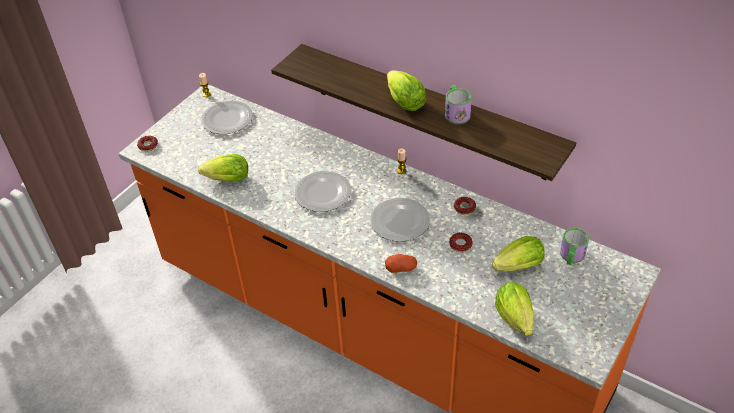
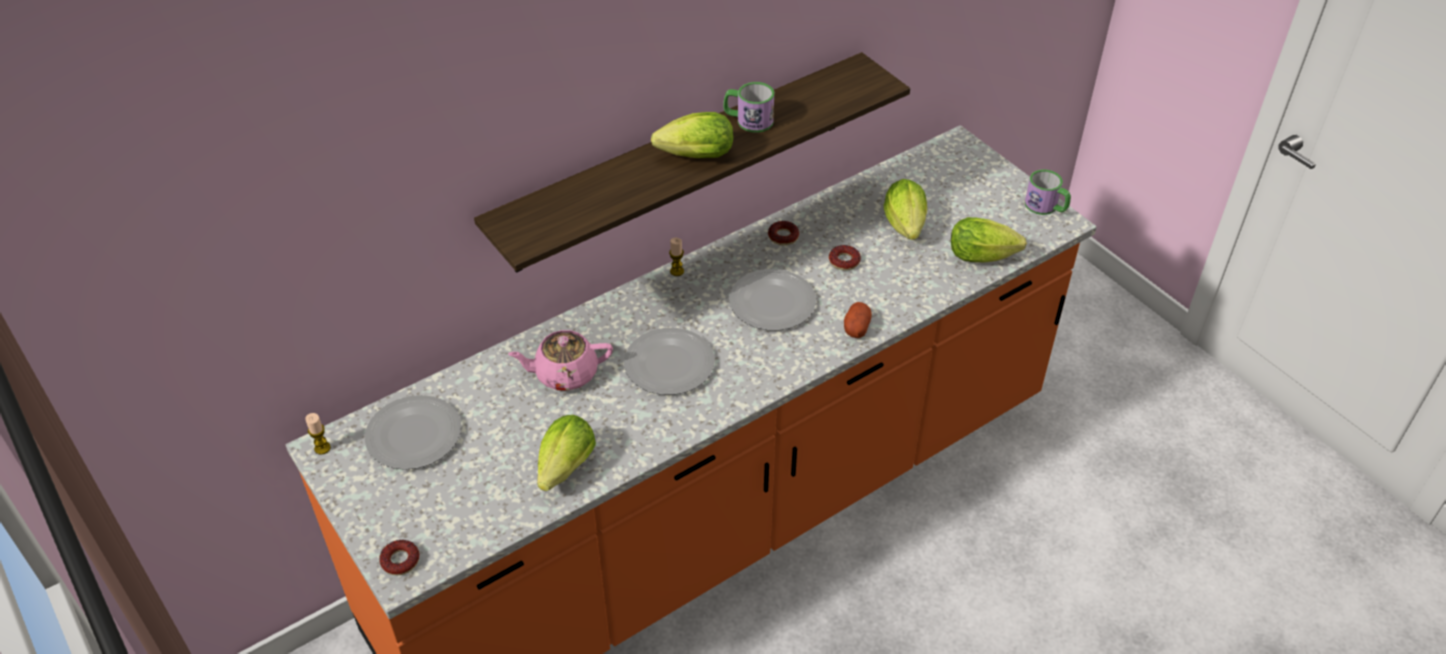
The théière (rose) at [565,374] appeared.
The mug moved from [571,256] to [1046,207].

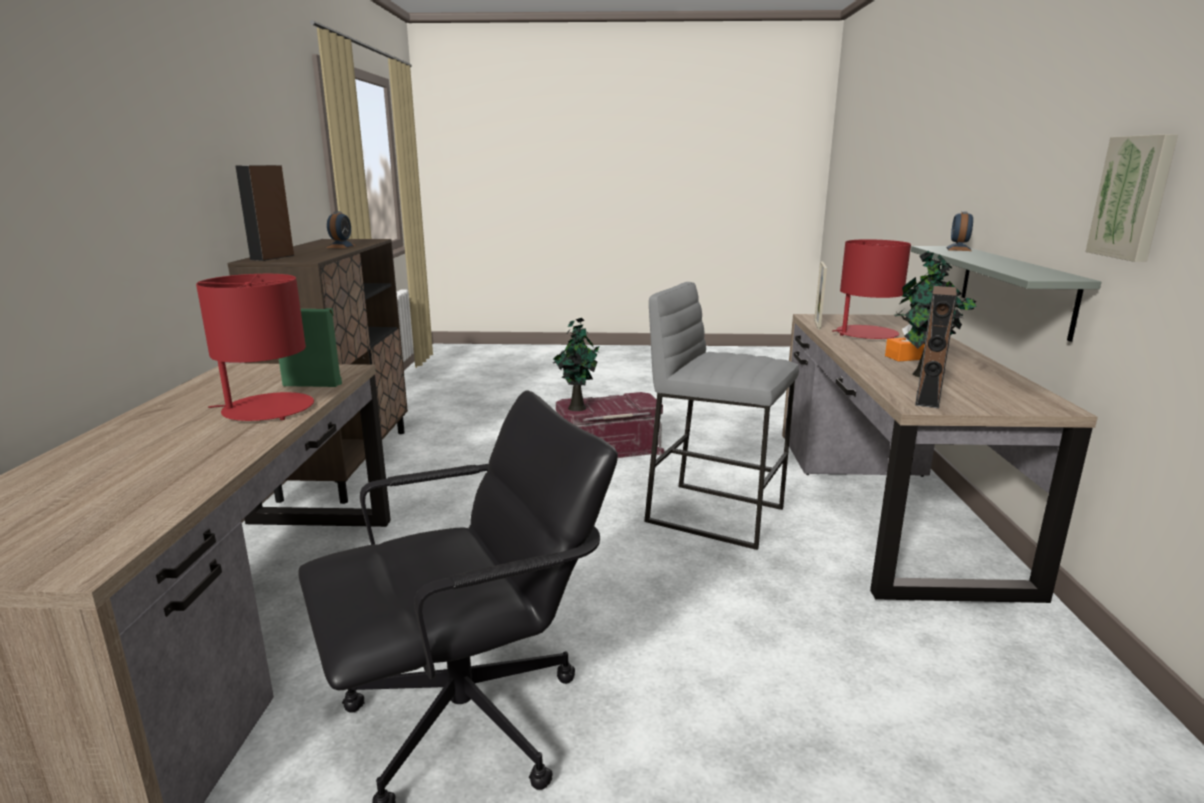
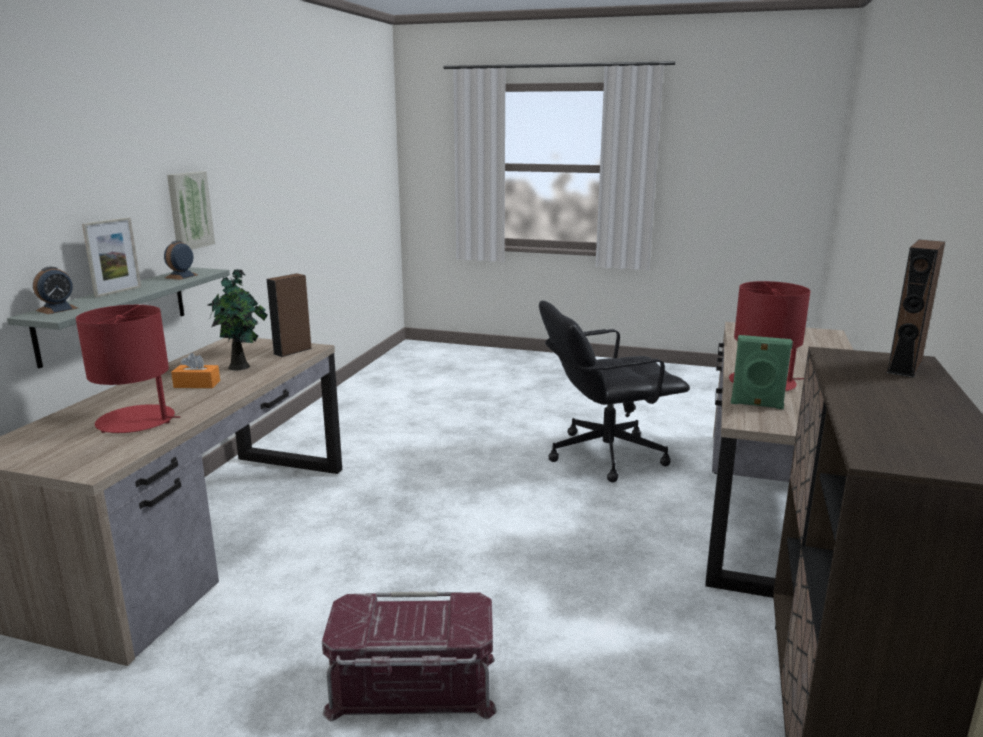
The plante en pot at [577,407] disappeared.
The tabouret (gris) at [715,514] disappeared.
The réveil moved from [341,246] to [181,276].
The cadre photo moved from [817,324] to [118,292].

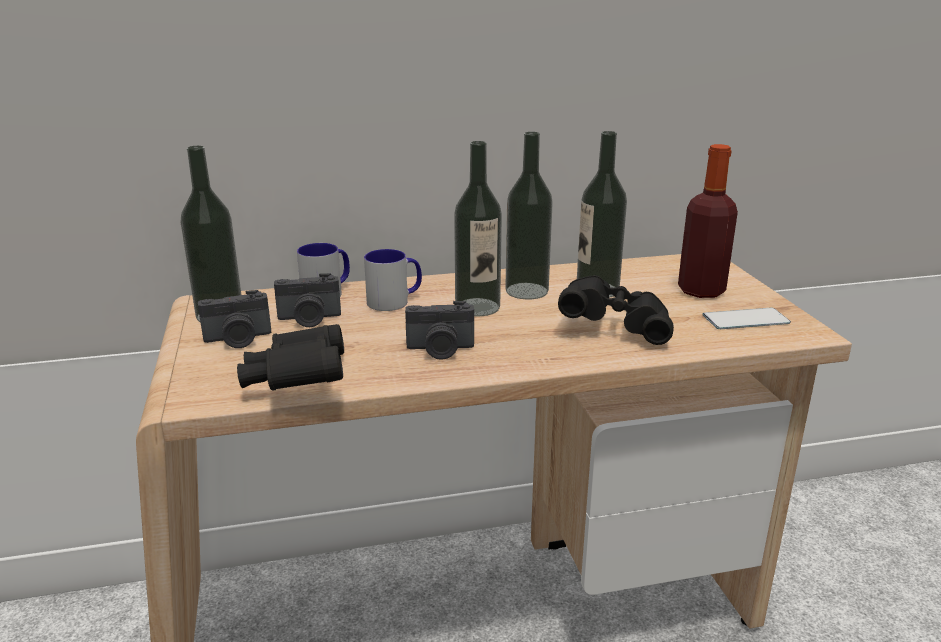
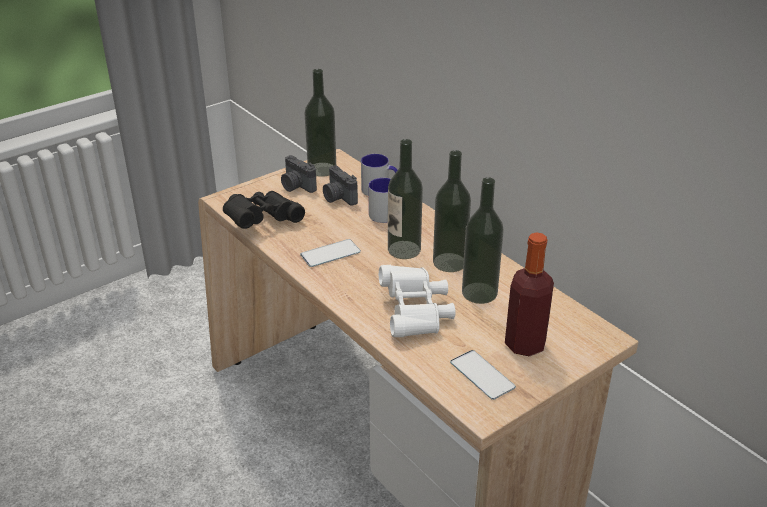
The appareil photo at [440,350] was replaced by the téléphone at [330,253].
The jumelles (noir) at [615,328] became the jumelles (blanc) at [415,314].

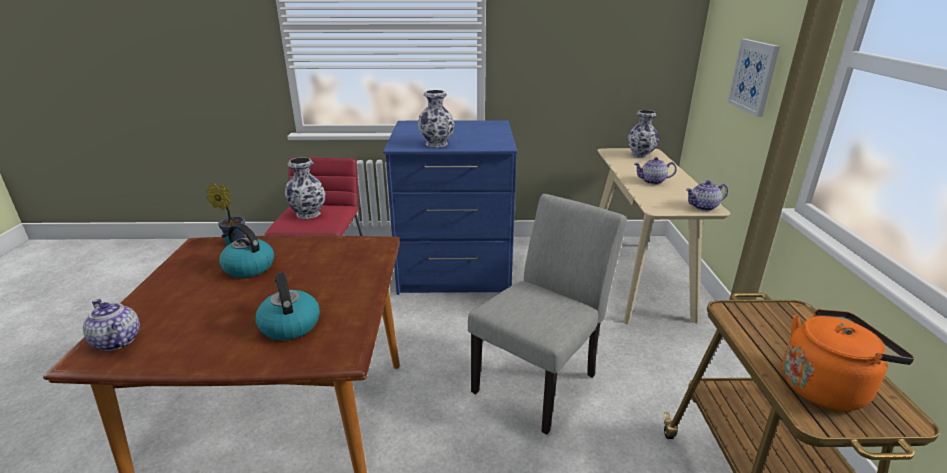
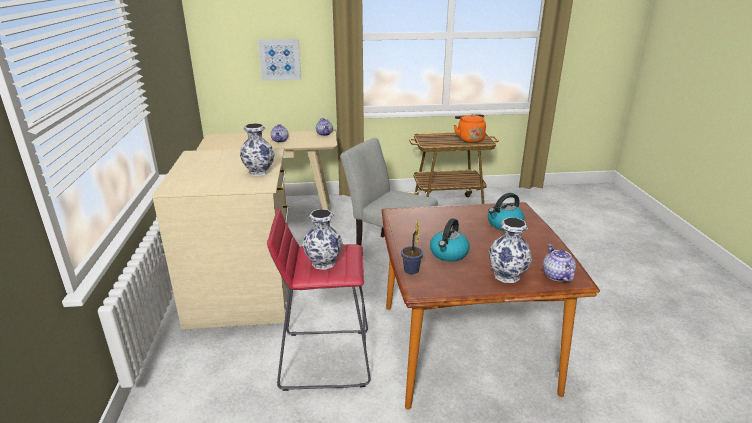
The vase moved from [640,155] to [507,275].
The commode (bleu) at [454,269] became the commode (beige) at [244,293].
The théière at [116,341] turned 135 degrees clockwise.

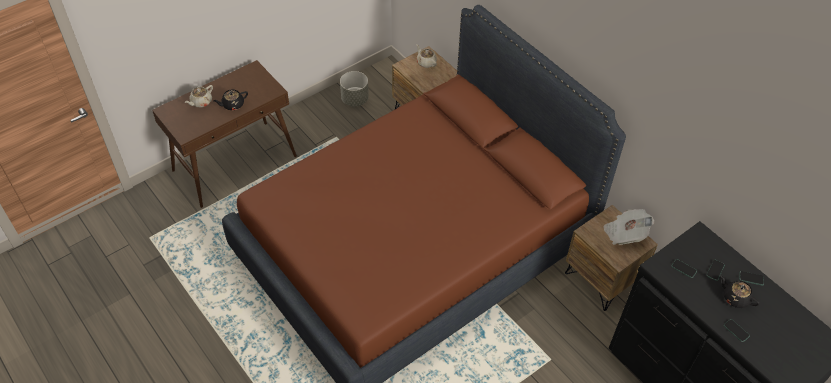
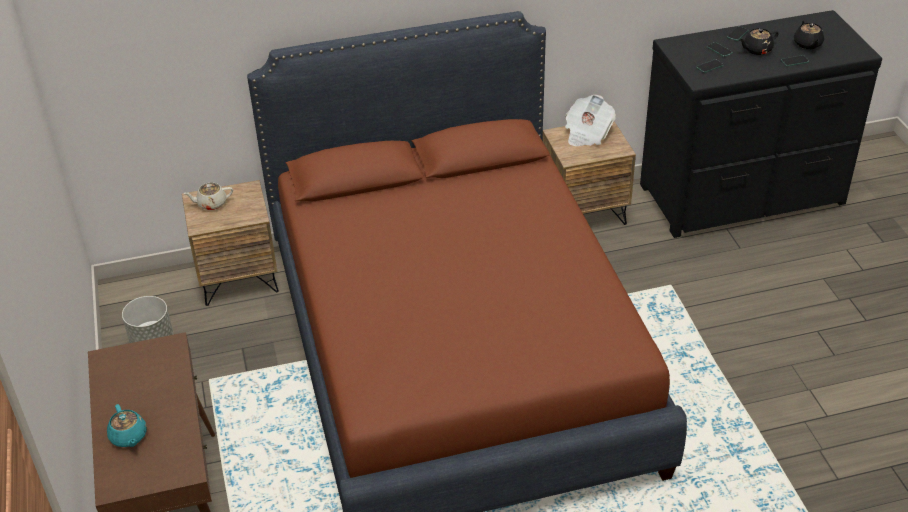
The théière (noir) moved from [232,105] to [807,44].
The théière (beige) at [201,102] became the théière (turquoise) at [129,437].

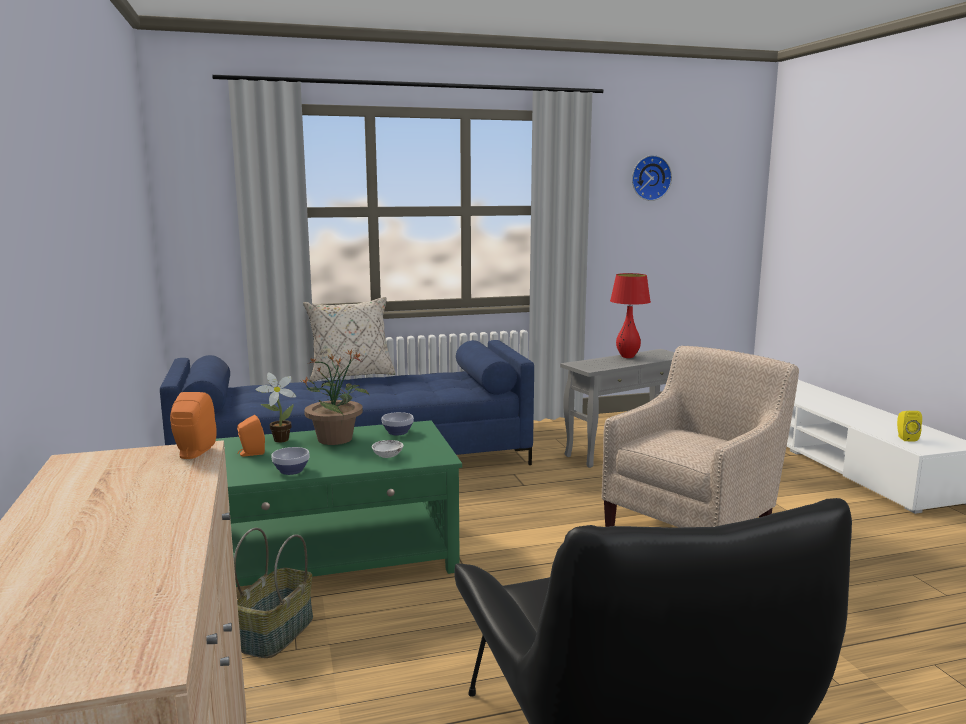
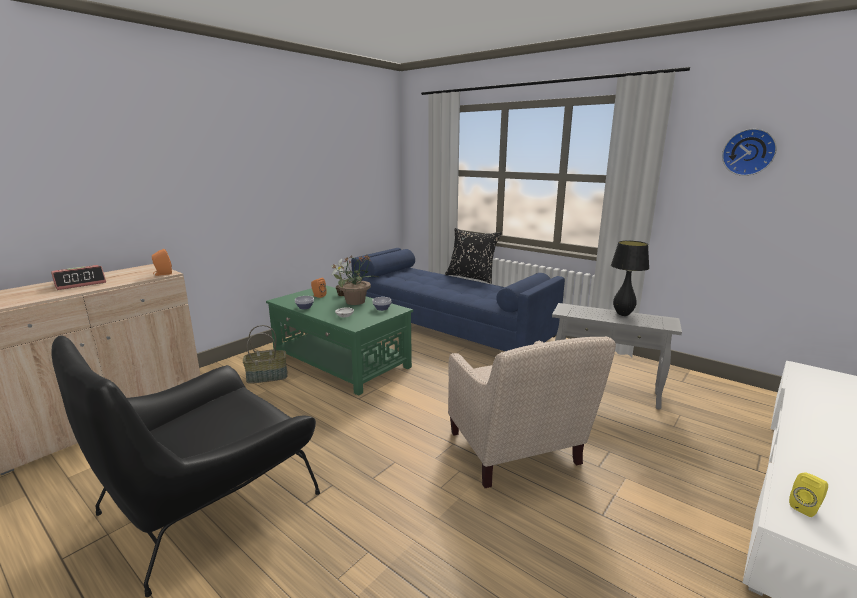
The réveil at [80,283] appeared.
The coussin (beige) at [351,375] became the coussin (noir) at [471,277].
The lampe de table (rouge) at [627,357] became the lampe de table (noir) at [623,314].
The fauteuil (beige) at [693,526] turned 60 degrees clockwise.

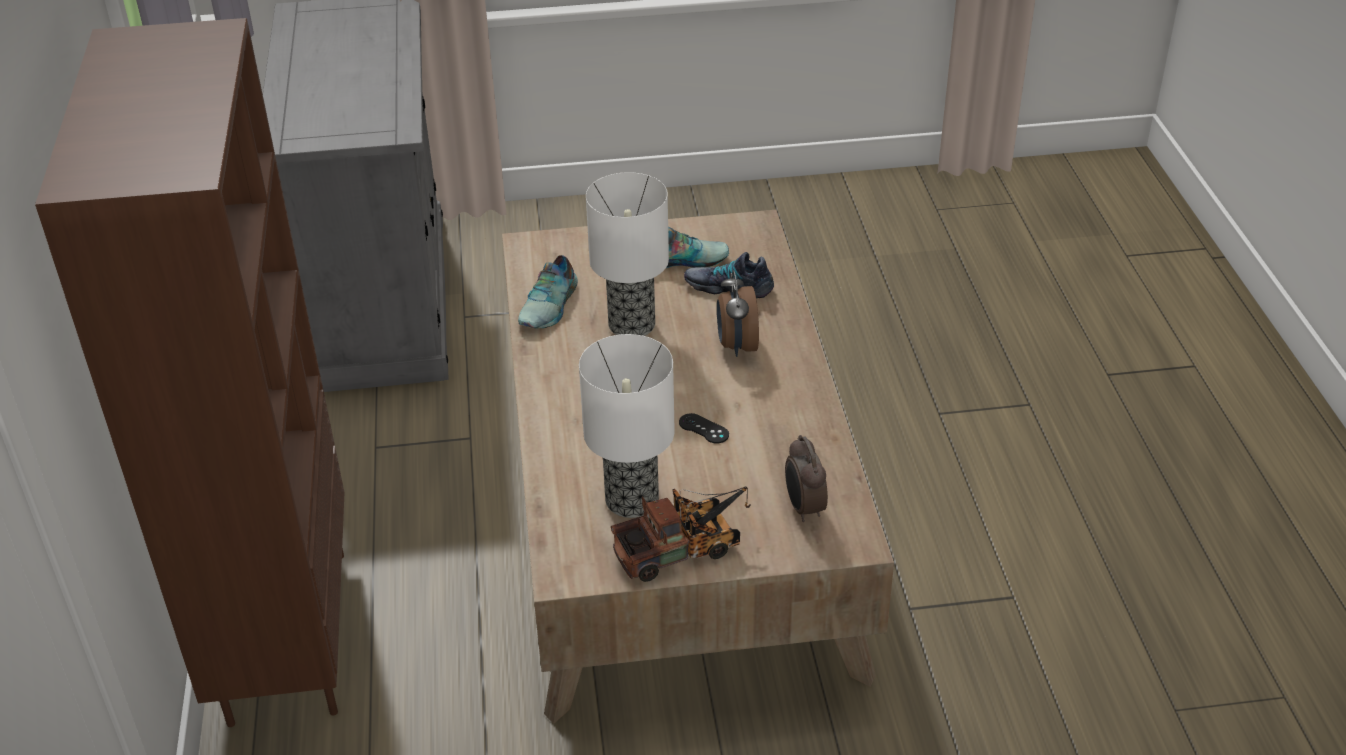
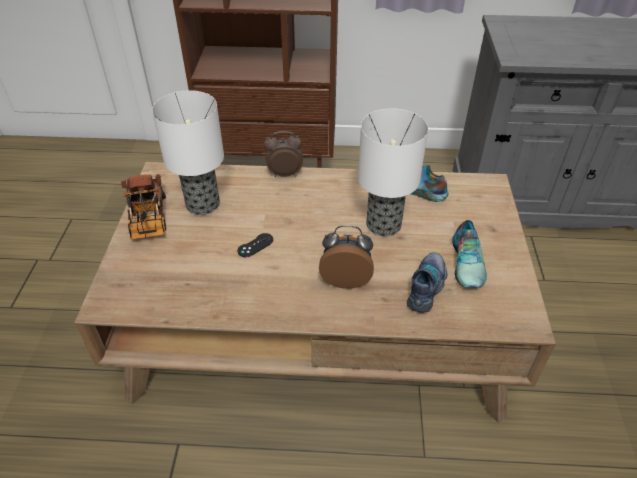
The réveil moved from [803,508] to [284,173].

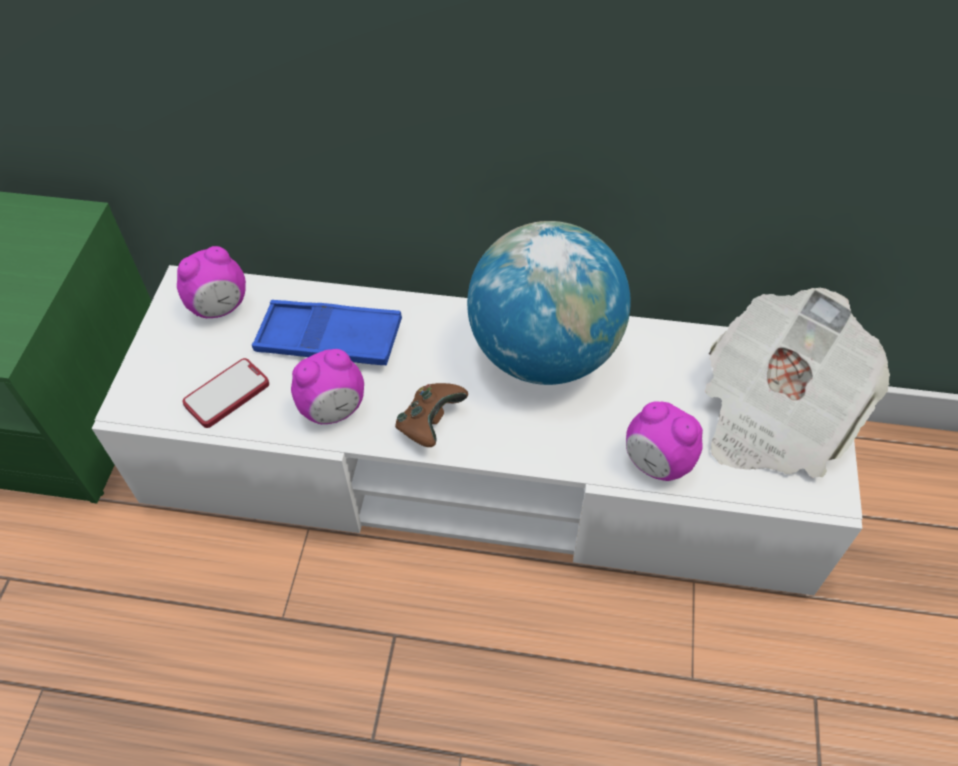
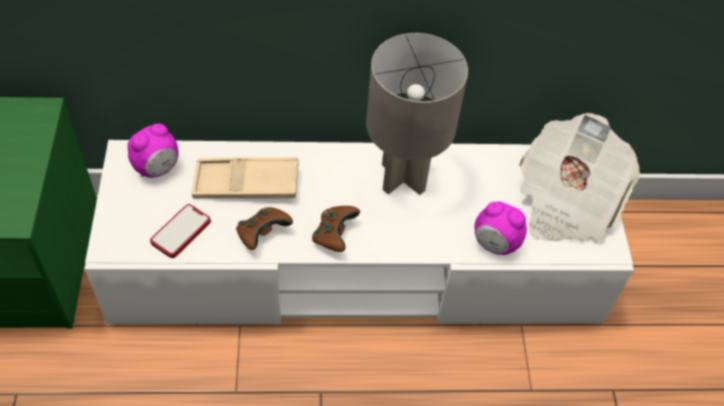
The réveil at [333,410] was replaced by the manette (marron) at [262,234].
The globe at [543,353] was replaced by the lampe de table (gris) at [403,177].
The plateau (bleu) at [329,340] became the plateau (beige) at [246,183].

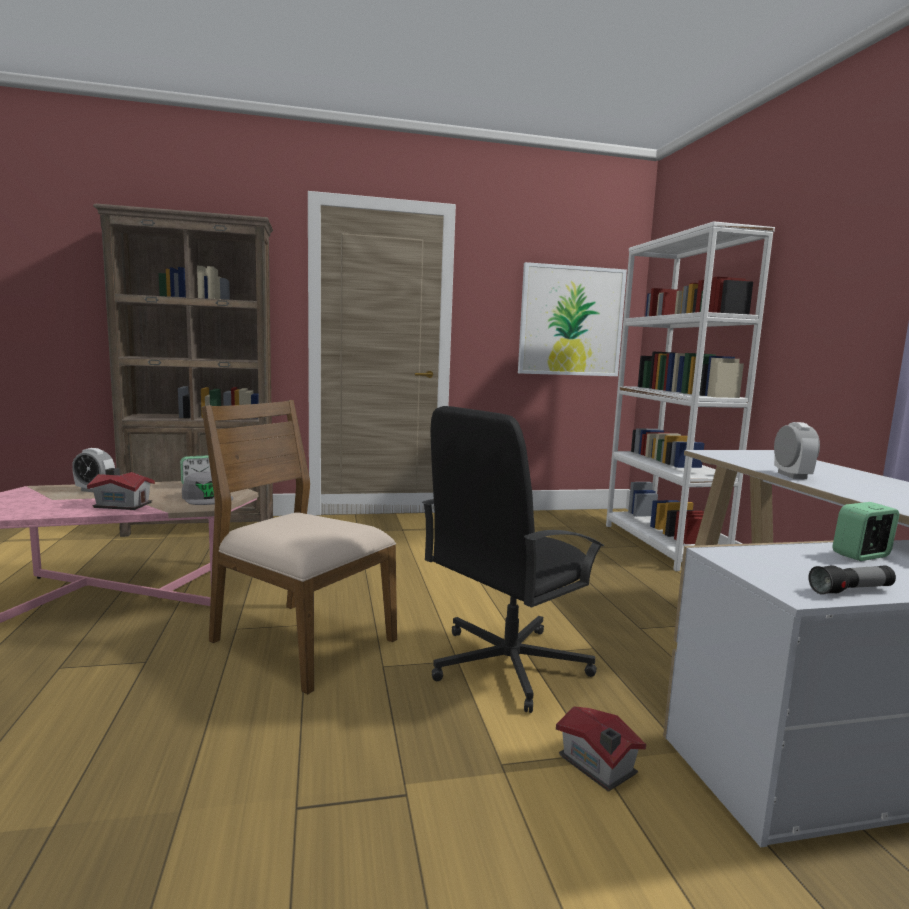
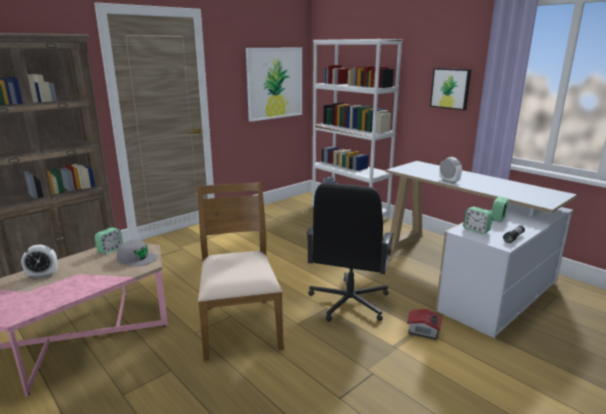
The maison miniature at [122,504] disappeared.
The tableau at [450,88] appeared.
The réveil at [476,230] appeared.
The chaise (marron) at [300,641] turned 75 degrees clockwise.

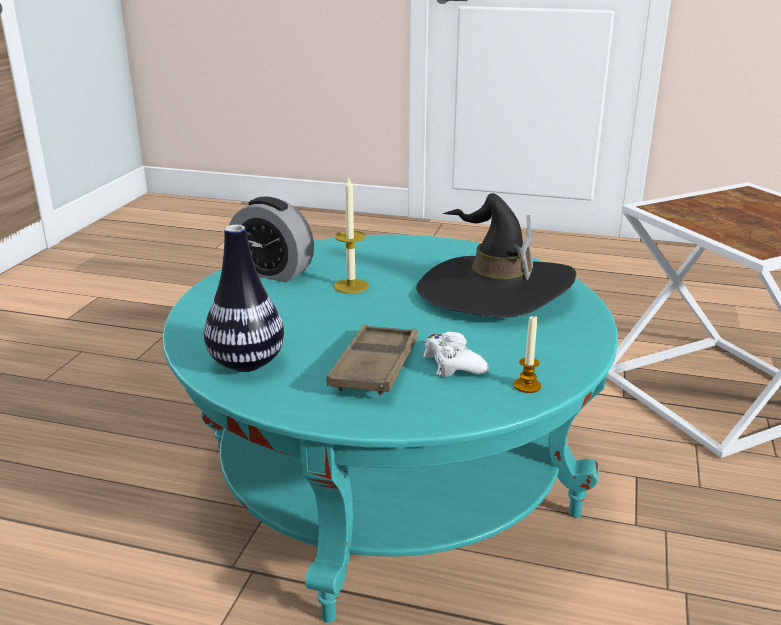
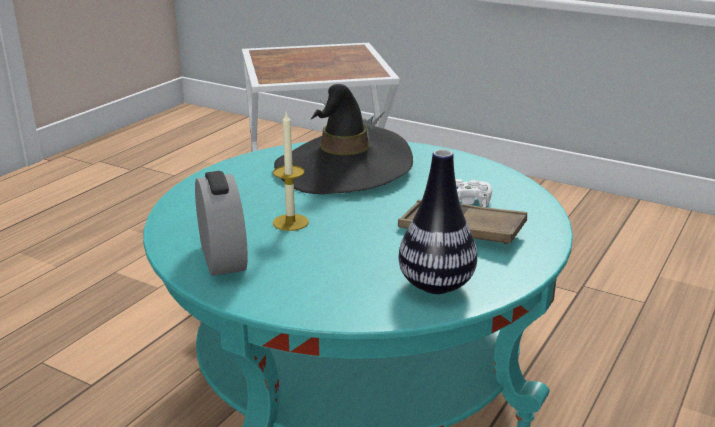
The bougie at [527,386] disappeared.
The réveil at [272,272] turned 60 degrees counterclockwise.

